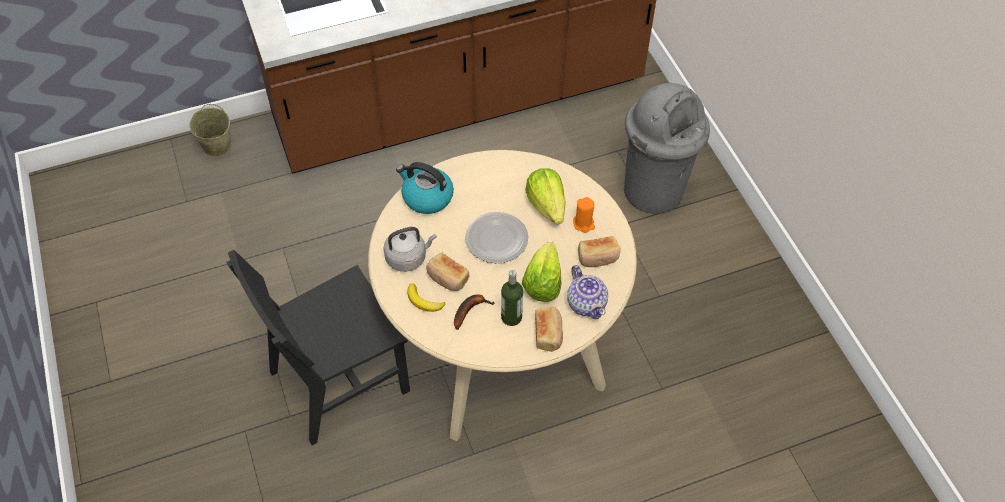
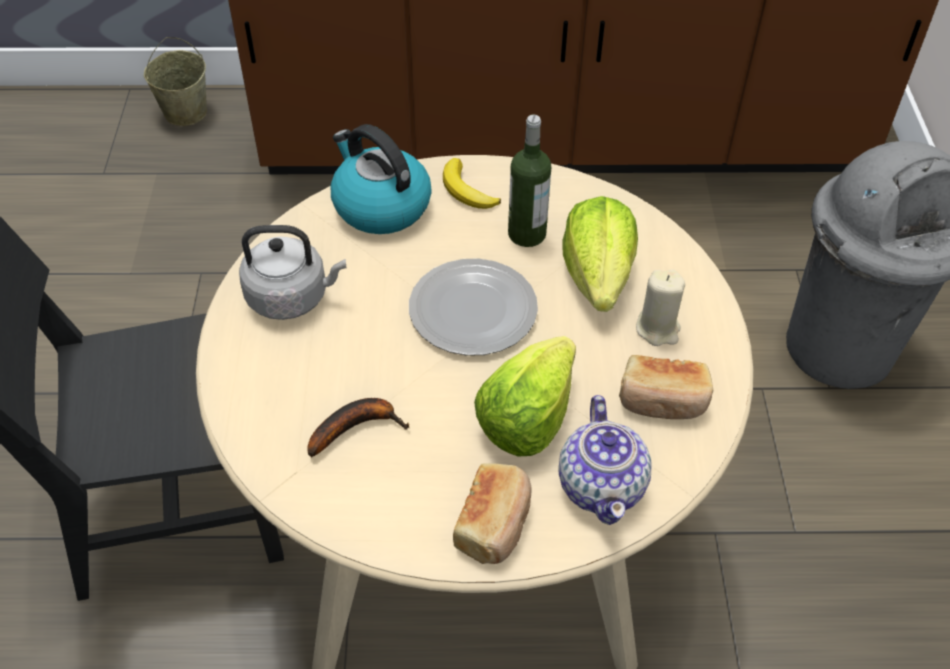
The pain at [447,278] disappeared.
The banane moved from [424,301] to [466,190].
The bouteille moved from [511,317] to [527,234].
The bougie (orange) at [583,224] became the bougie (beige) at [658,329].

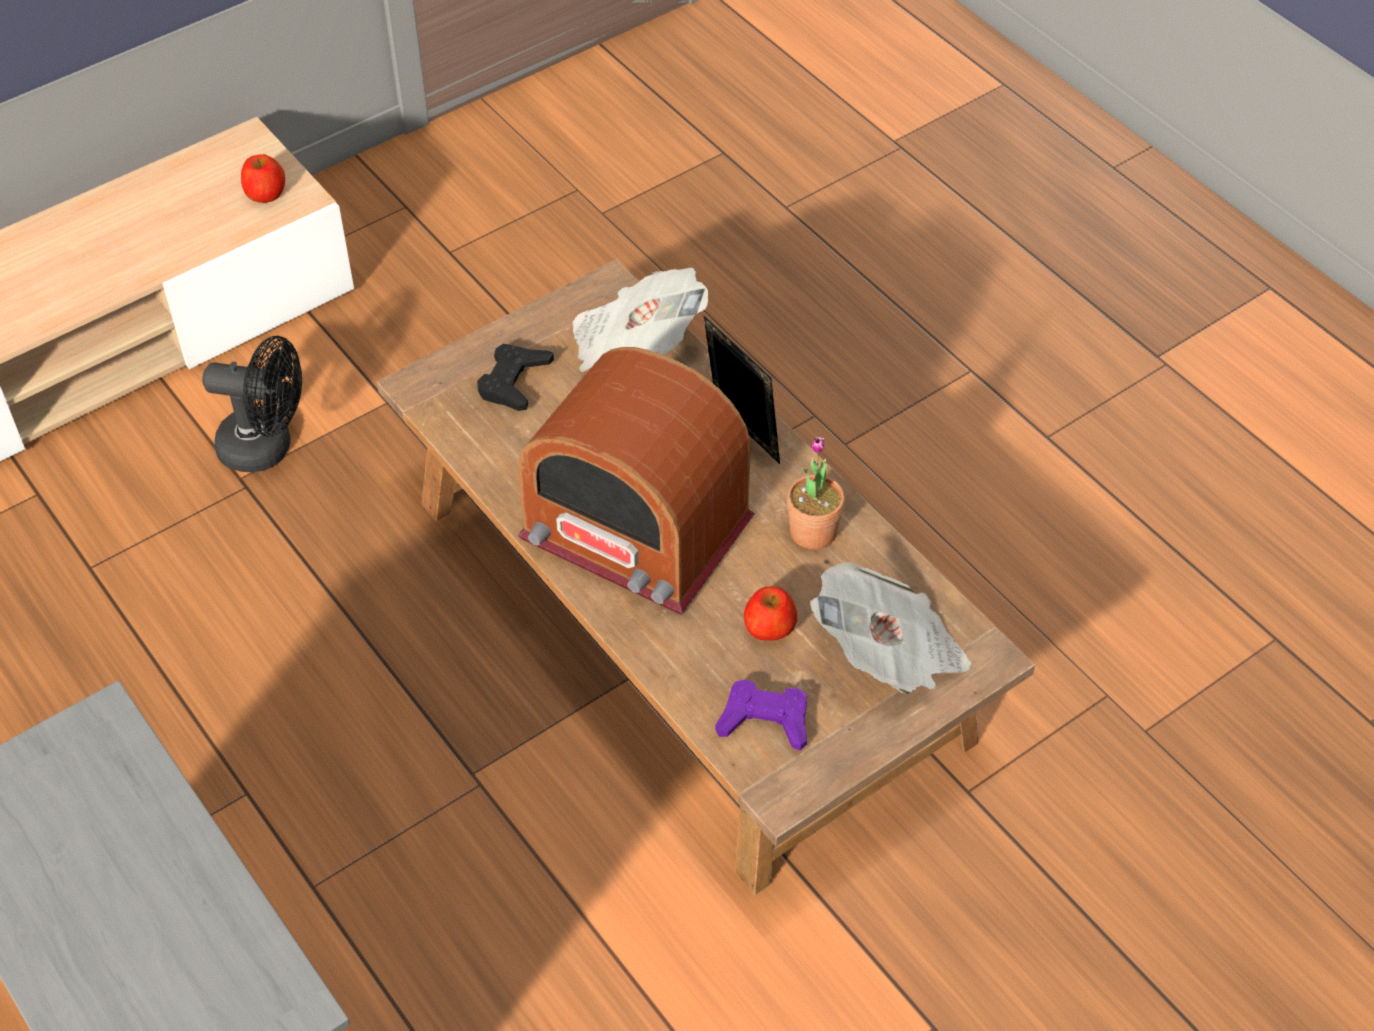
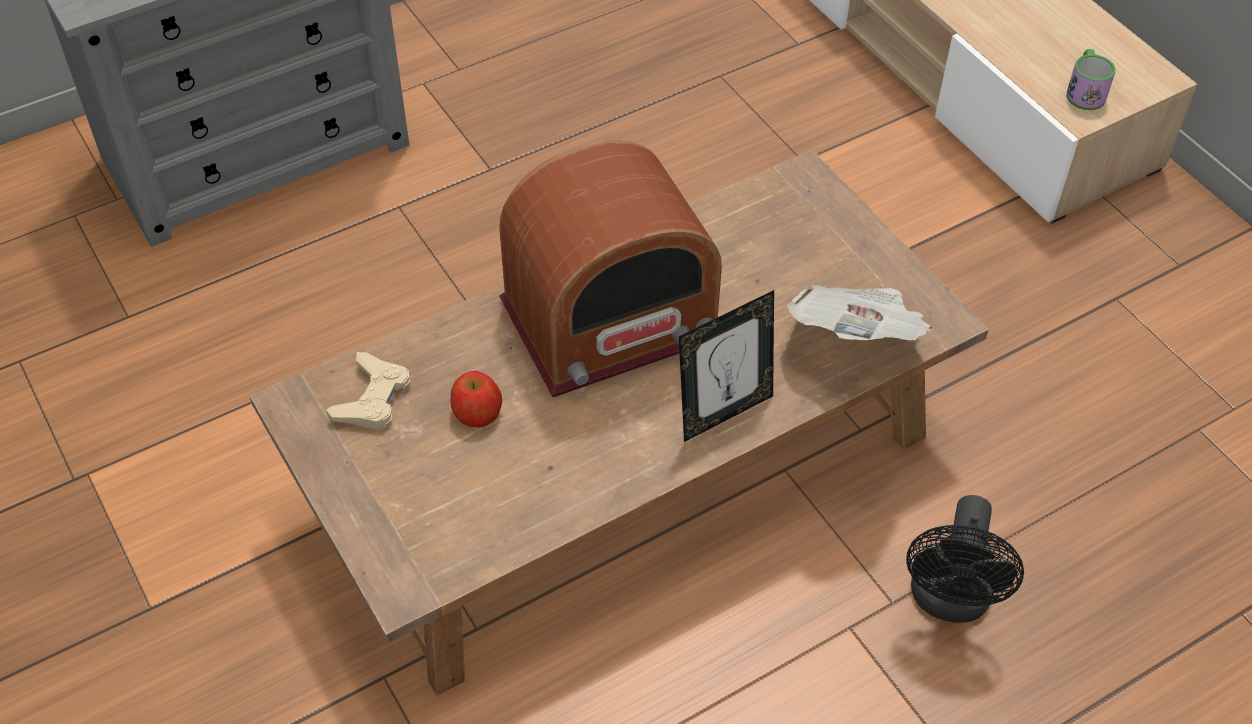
The manette (noir) at [514,381] disappeared.
The plante en pot at [813,532] disappeared.
The journal at [889,654] disappeared.
The ventilateur (noir) moved from [267,447] to [949,601].
The pomme at [265,192] was replaced by the mug at [1084,91].
The manette (violet) at [765,720] became the manette (beige) at [372,398].
The radio at [636,530] turned 150 degrees counterclockwise.

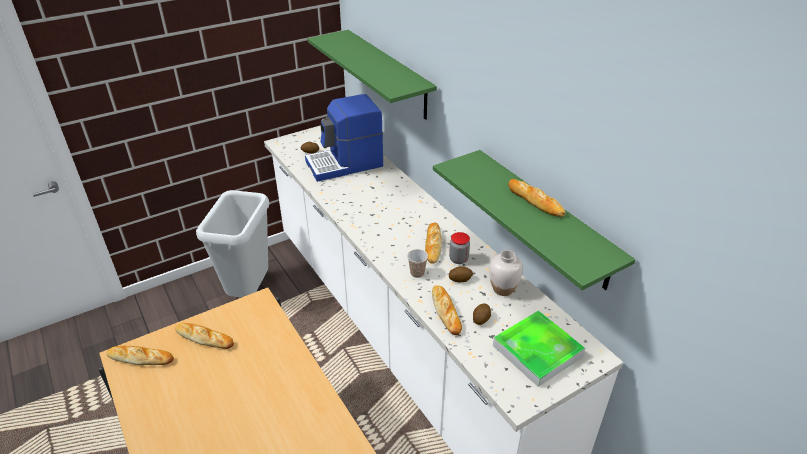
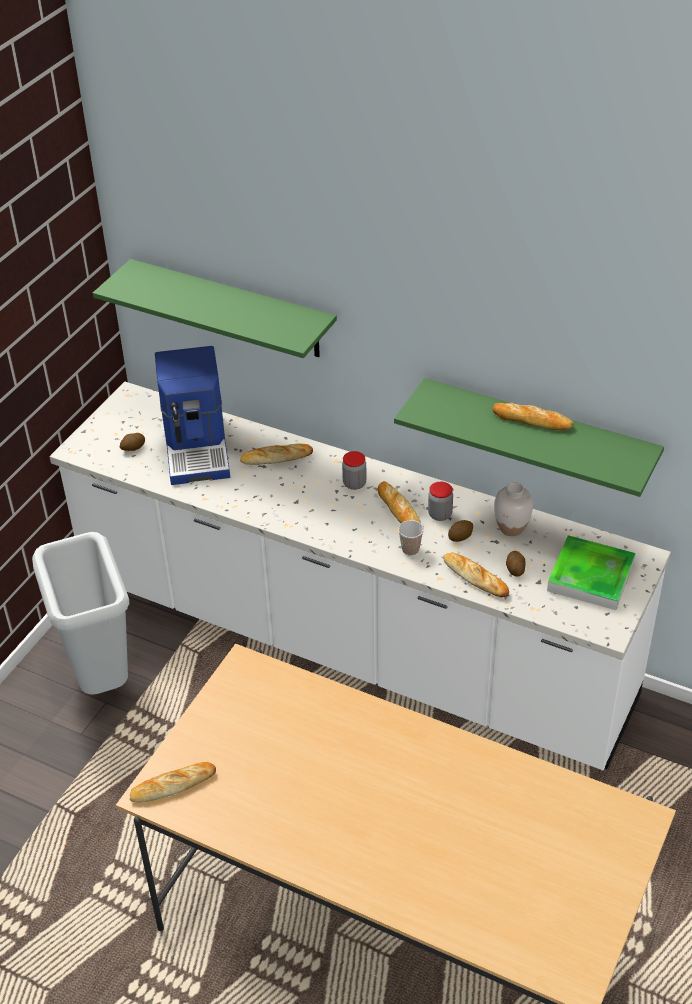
The bocal at [354,483] appeared.
The pain moved from [205,338] to [276,457].
The machine à café at [345,164] turned 45 degrees counterclockwise.

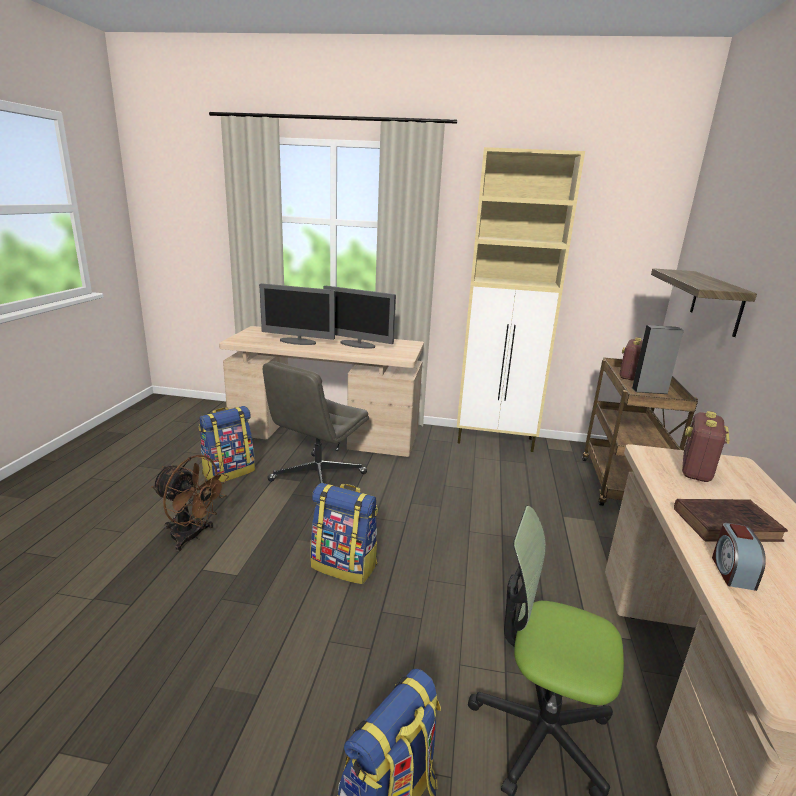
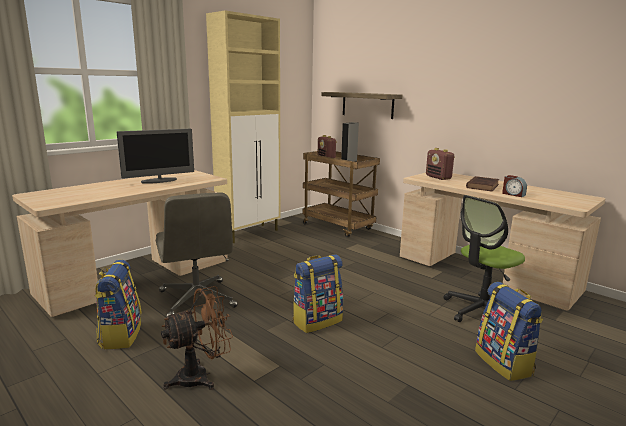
The écran d'ordinateur at [298,342] disappeared.

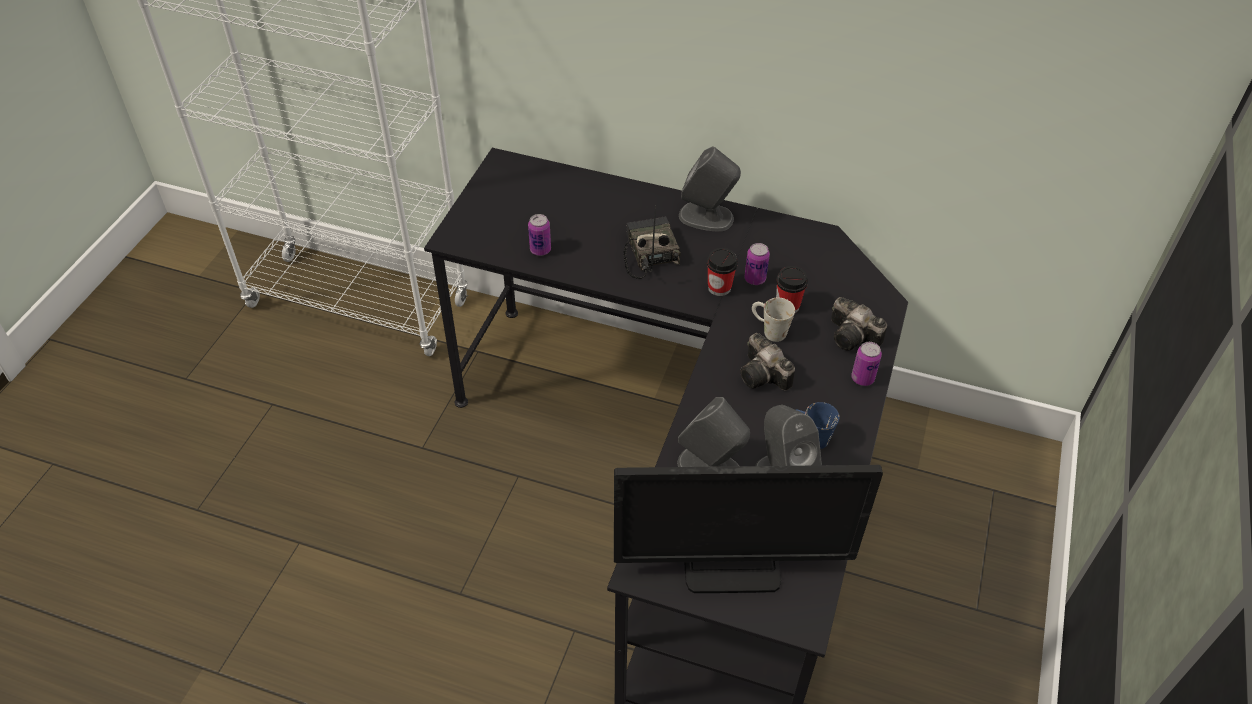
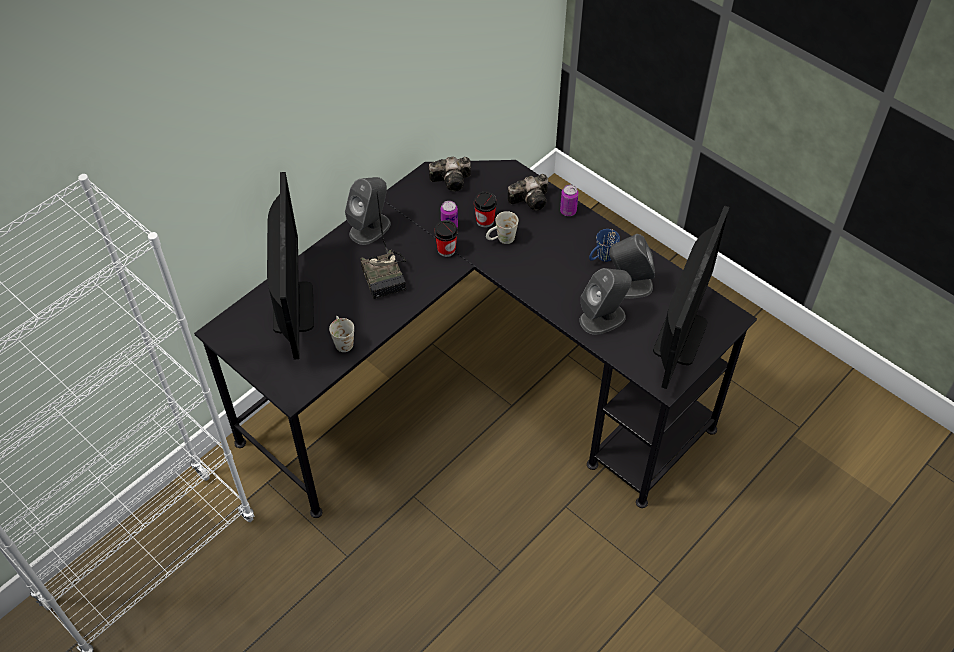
The écran d'ordinateur at [293,307] appeared.
The appareil photo moved from [765,376] to [453,180].
The boîte métallique at [540,250] was replaced by the mug (blanc) at [342,340].
The radio at [648,253] turned 120 degrees counterclockwise.

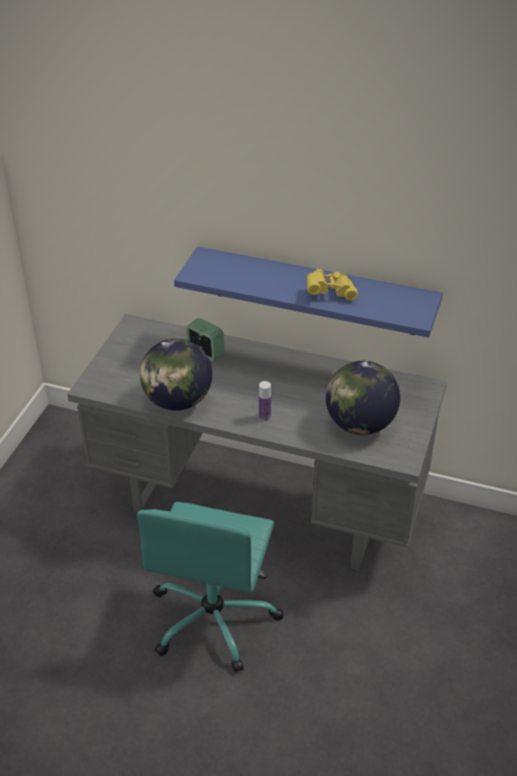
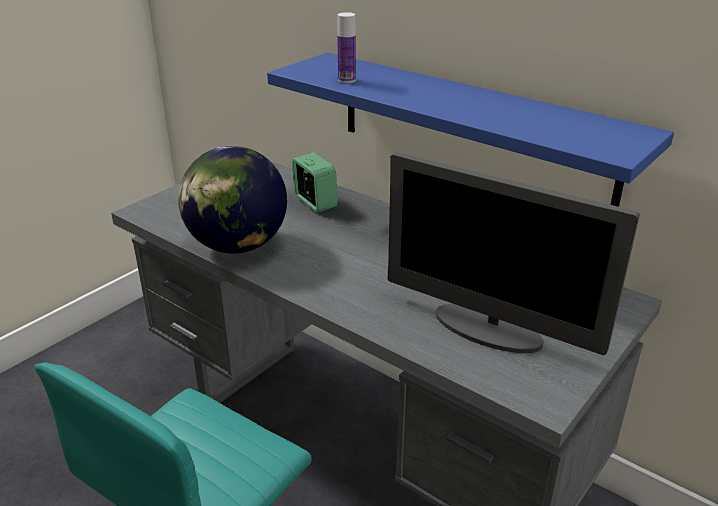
The jumelles (jaune) at [330,292] disappeared.
The bouteille moved from [264,417] to [347,80].
The globe at [360,424] was replaced by the écran d'ordinateur at [488,329].

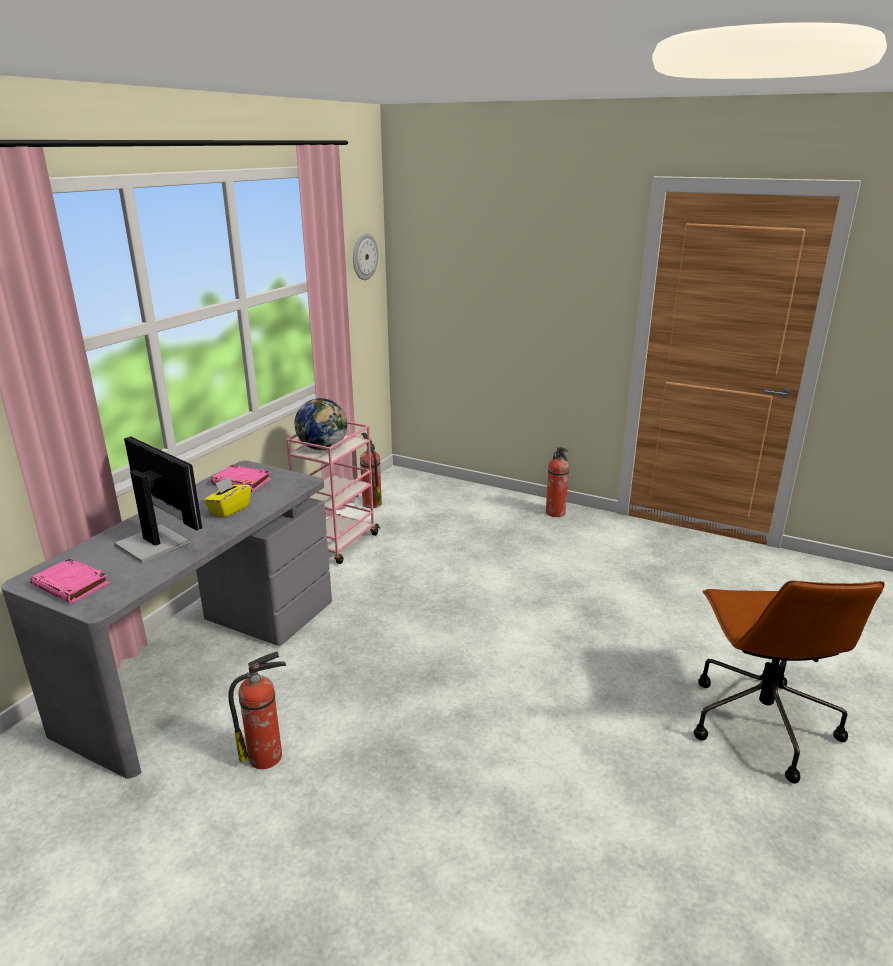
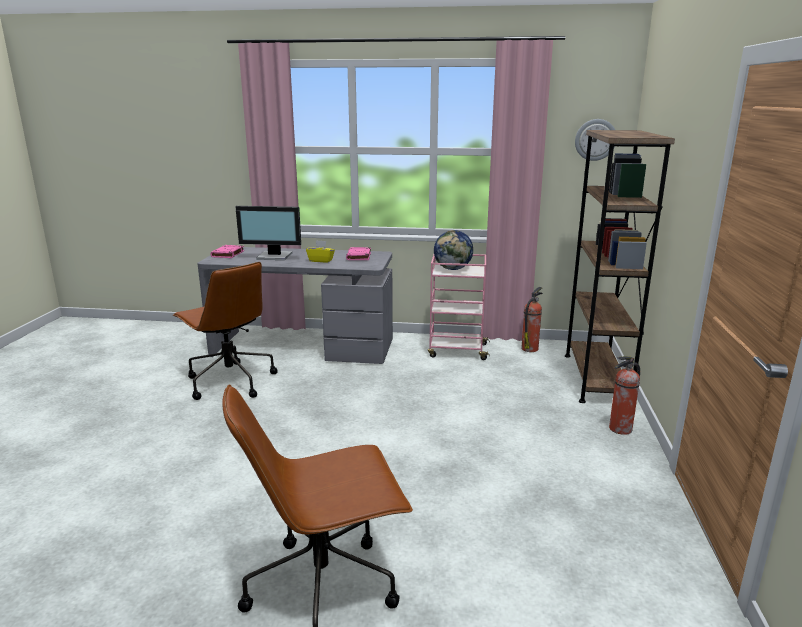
The bibliothèque (marron) at [596,378] appeared.
The extincteur at [267,756] was replaced by the chaise de bureau (marron) at [230,381].
The écran d'ordinateur at [155,542] turned 75 degrees clockwise.

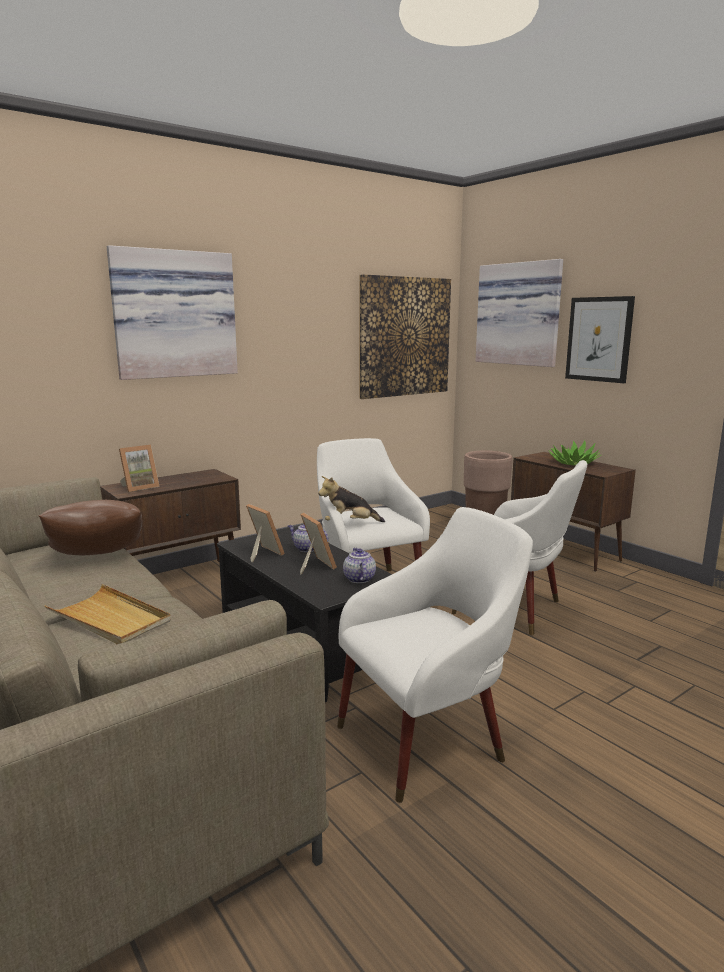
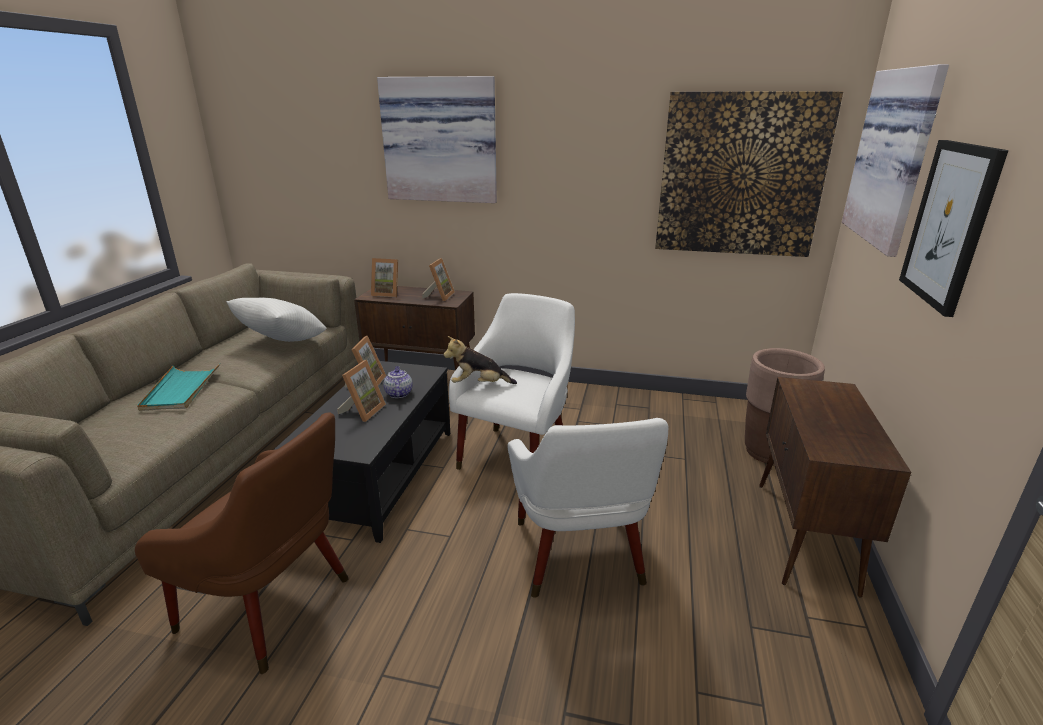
The théière at [358,578] disappeared.
The plante en pot at [573,463] disappeared.
The cadre photo at [439,296] appeared.
The coussin (marron) at [97,558] became the coussin (blanc) at [282,343].
The plateau (beige) at [110,619] became the plateau (turquoise) at [181,390].
The fauteuil (blanc) at [428,738] became the fauteuil (marron) at [274,608].
The peluche at [350,524] turned 45 degrees counterclockwise.

